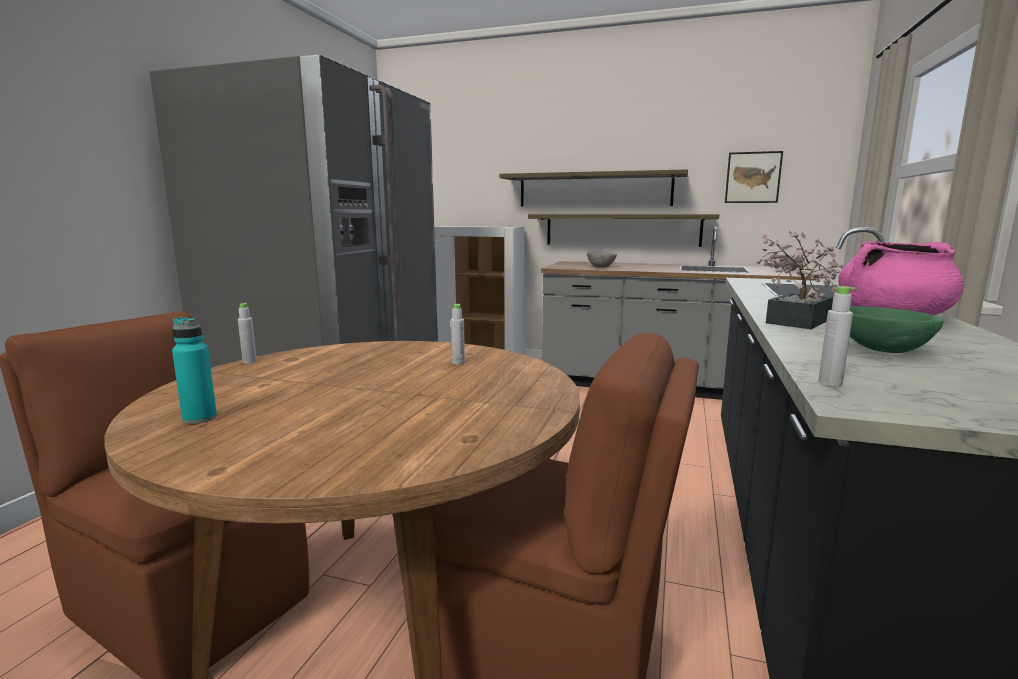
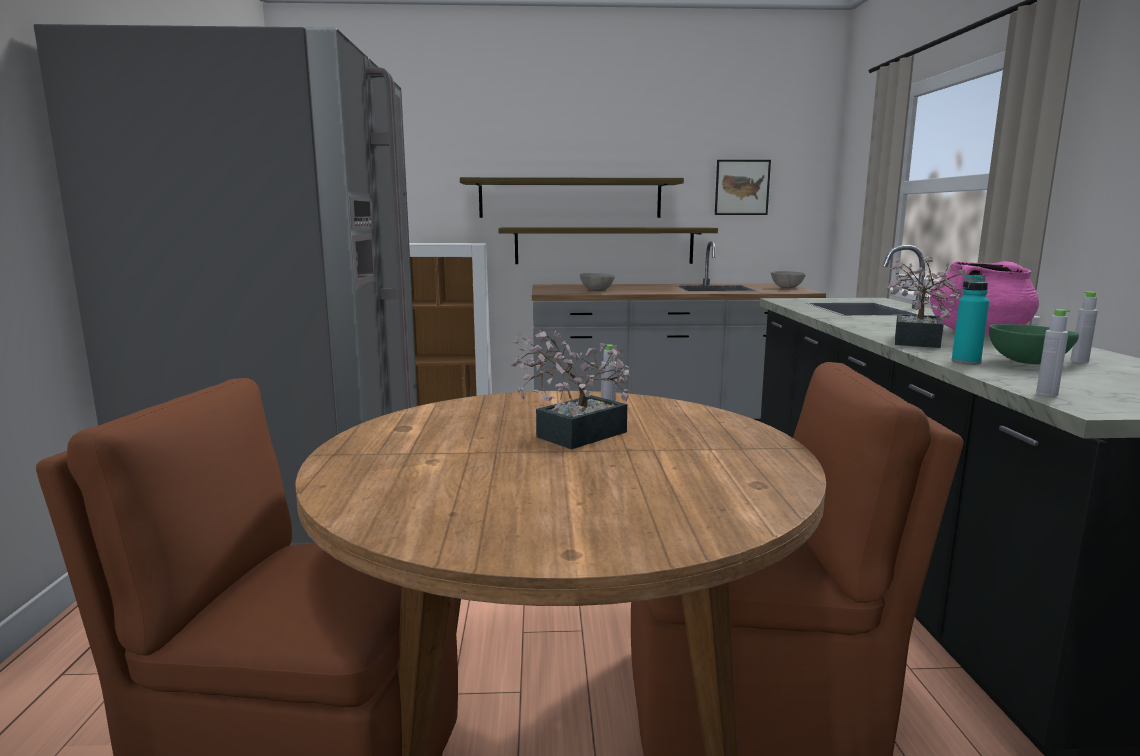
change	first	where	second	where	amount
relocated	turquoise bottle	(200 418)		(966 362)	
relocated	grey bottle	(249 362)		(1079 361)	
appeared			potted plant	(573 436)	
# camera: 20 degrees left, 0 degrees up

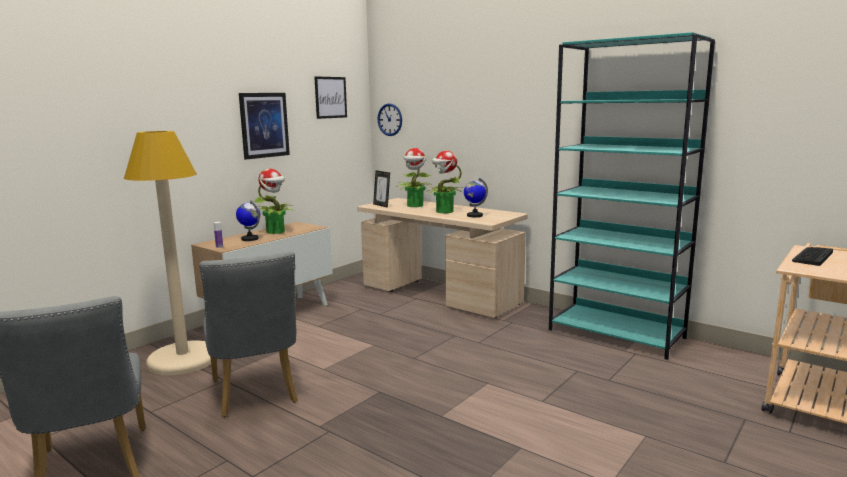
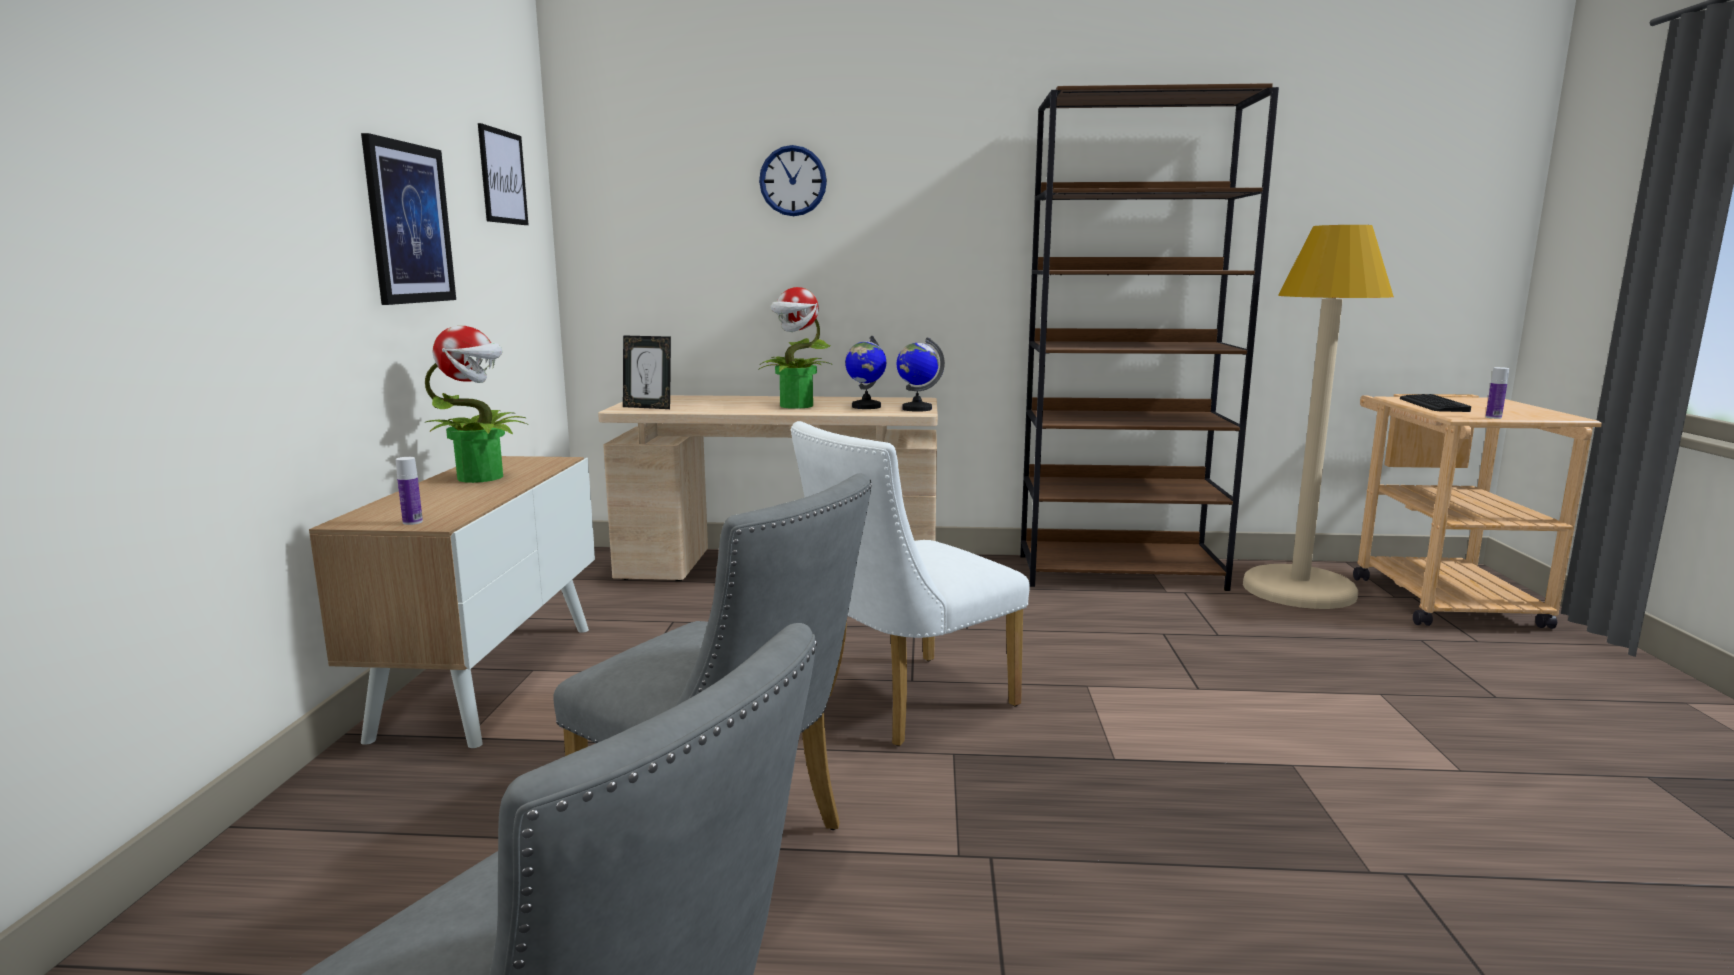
change	first	where	second	where	amount
relocated	beige floor lamp	(183 359)		(1298 590)	
relocated	globe	(250 239)		(916 409)	
relocated	wall clock	(390 119)		(793 181)	
missing	potted plant	(415 205)			
colour	turquoise bookcase	(617 334)	brown bookcase	(1120 572)	
appeared			white chair	(904 704)	
appeared			bottle	(1493 417)	
# camera: 35 degrees left, 0 degrees up

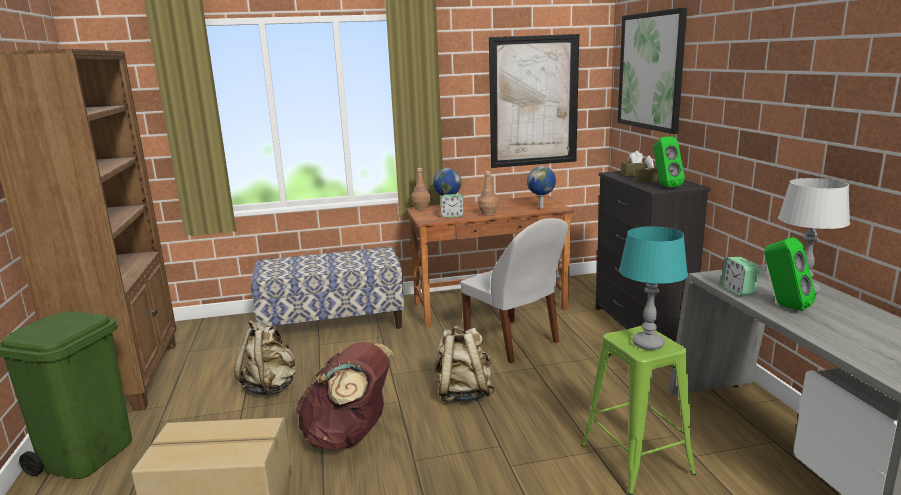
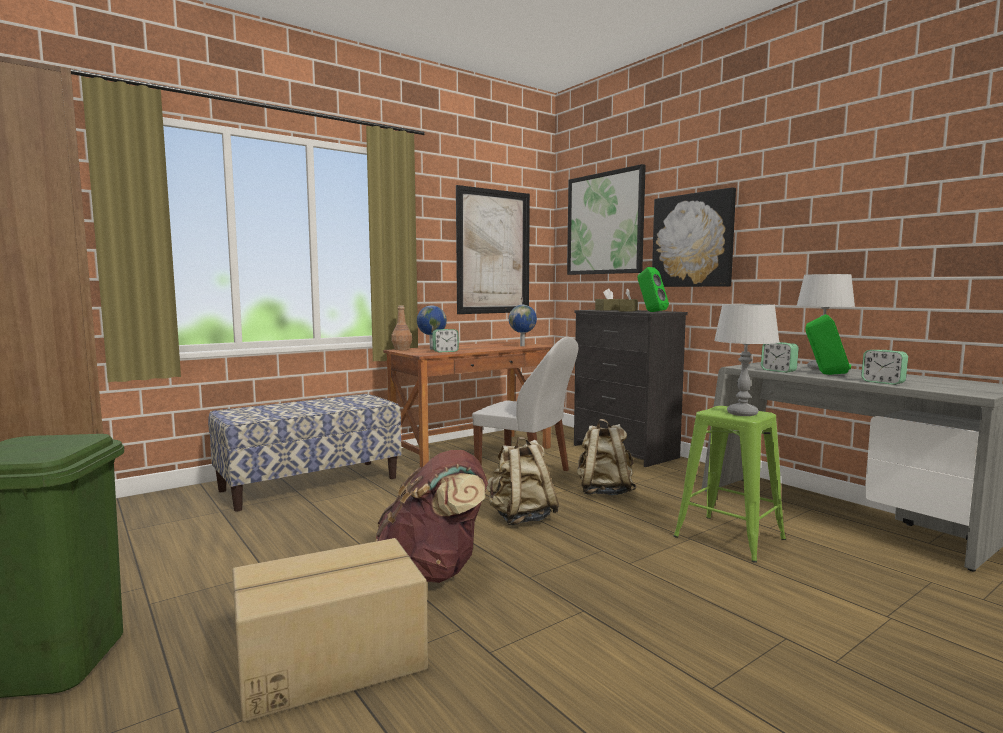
change	first	where	second	where	amount
relocated	beige backpack	(271 387)		(604 492)	
missing	brown bottle	(488 214)			
colour	turquoise table lamp	(648 344)	grey table lamp	(742 413)	
appeared			picture	(693 240)	
appeared			alarm clock	(883 382)	
# camera: 25 degrees left, 10 degrees down

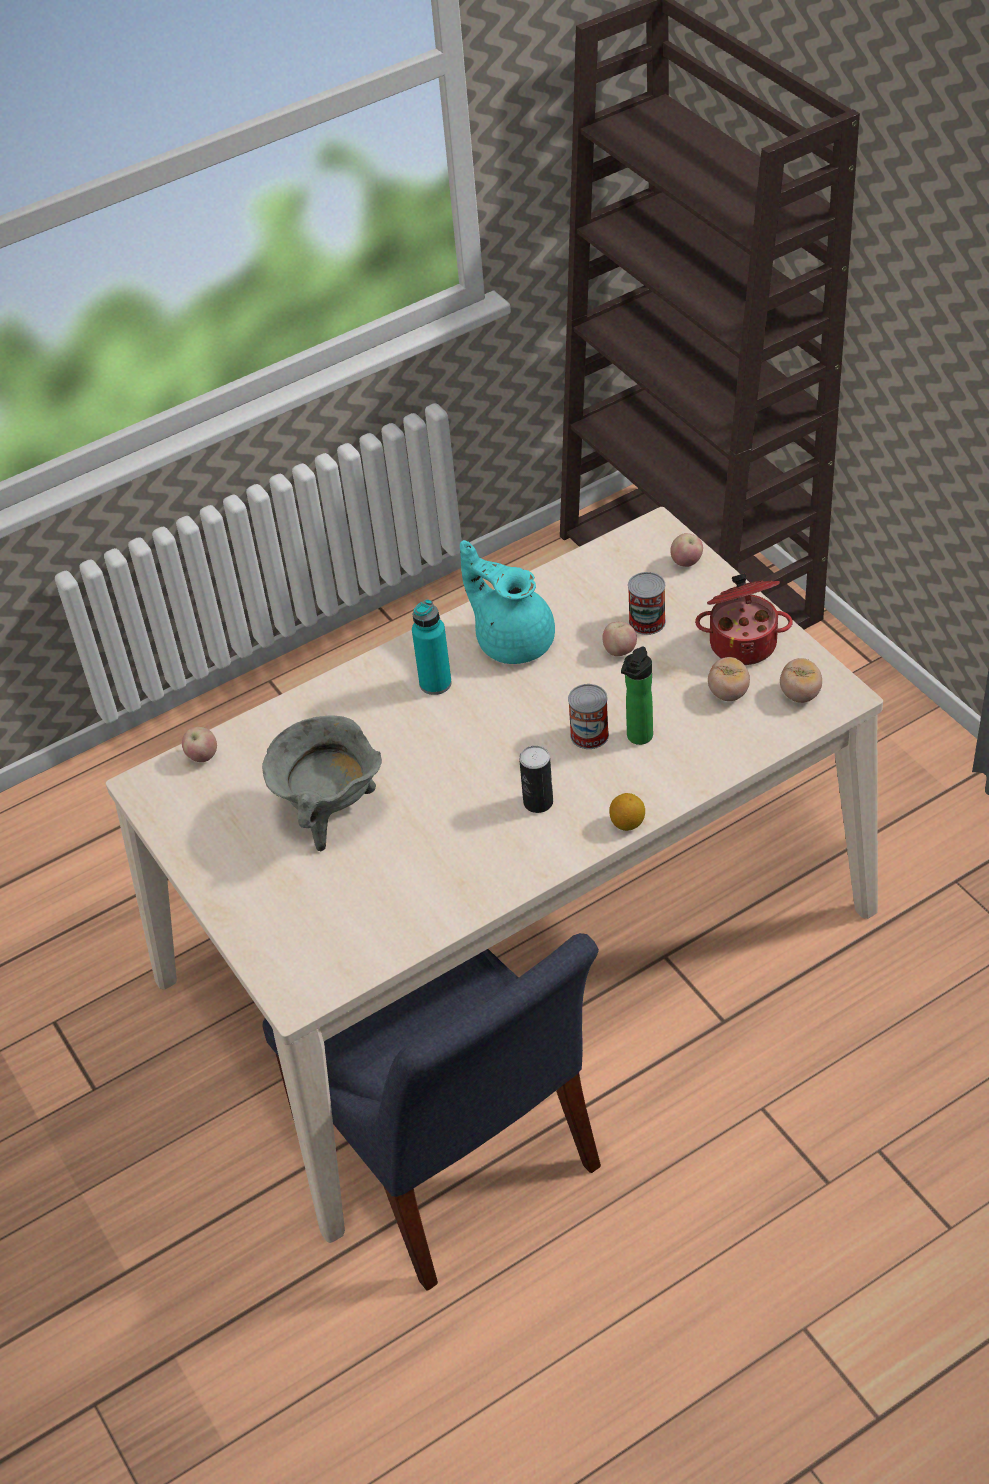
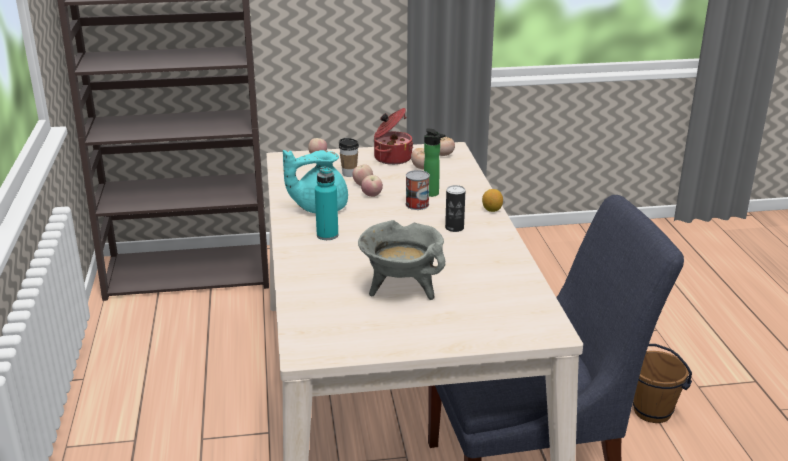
change	first	where	second	where	amount
relocated	apple	(202 757)		(372 196)	
exchanged	can	(647 622)	cup	(349 174)	
appeared			brown bucket	(652 411)	
# camera: 70 degrees left, 20 degrees down

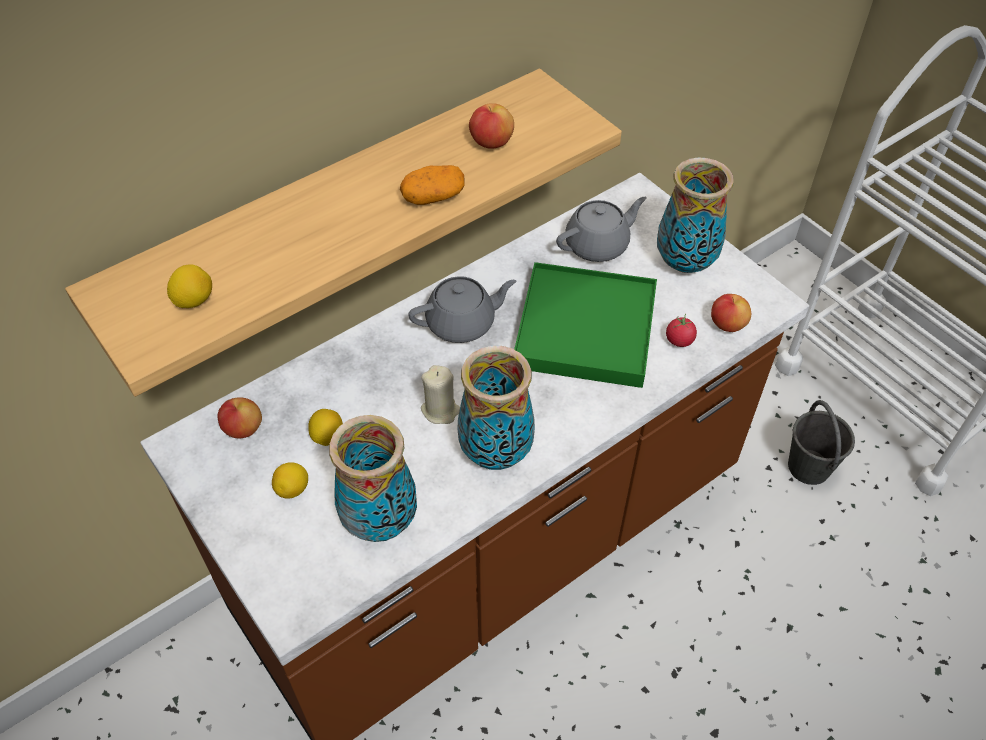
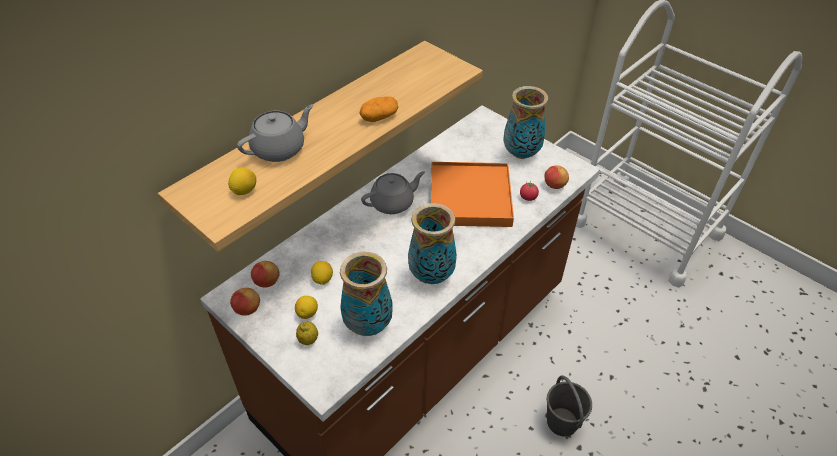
change	first	where	second	where	amount
missing	beige candle	(441 410)			
relocated	apple	(491 143)		(247 309)	
colour	green tray	(585 329)	orange tray	(469 197)	
relocated	grey teapot	(598 245)		(279 149)	
relocated	grey bucket	(809 467)		(562 422)	
appeared			lemon	(308 340)	
# camera: 10 degrees left, 5 degrees down

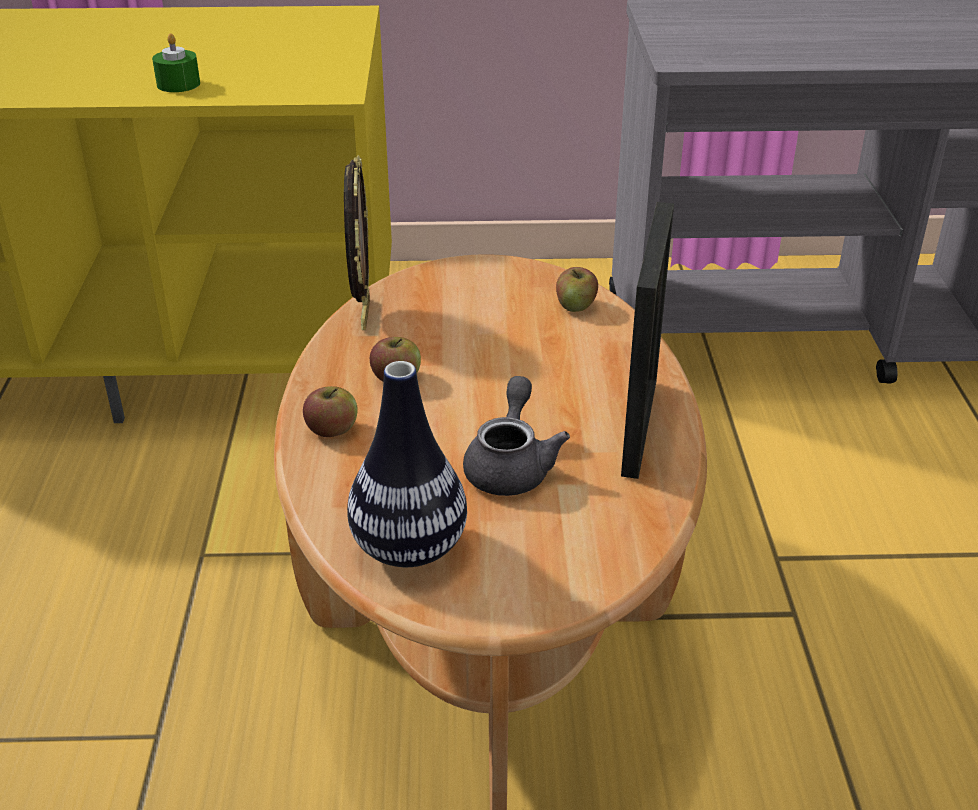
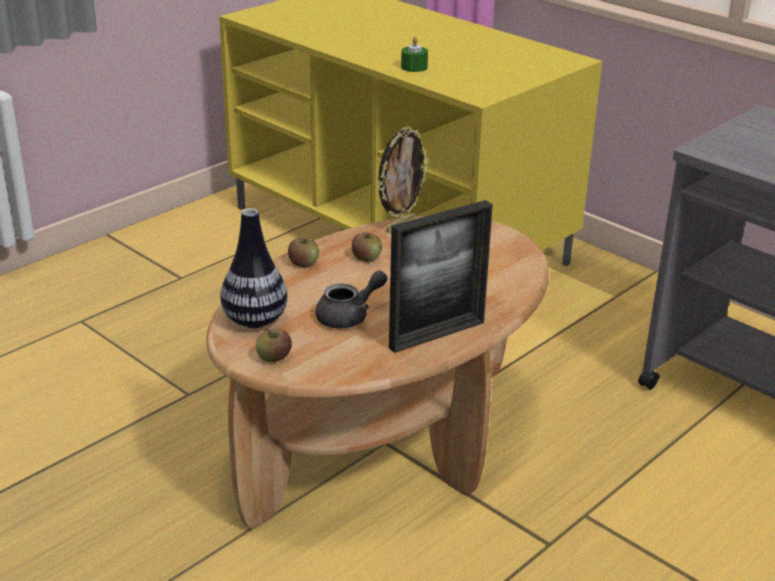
change	first	where	second	where	amount
relocated	apple	(576 305)		(274 358)	
# camera: 45 degrees right, 5 degrees down

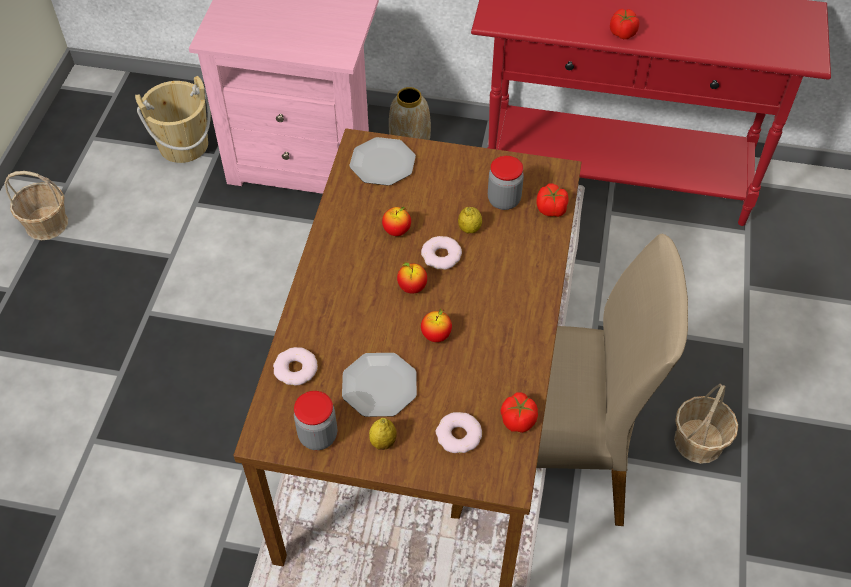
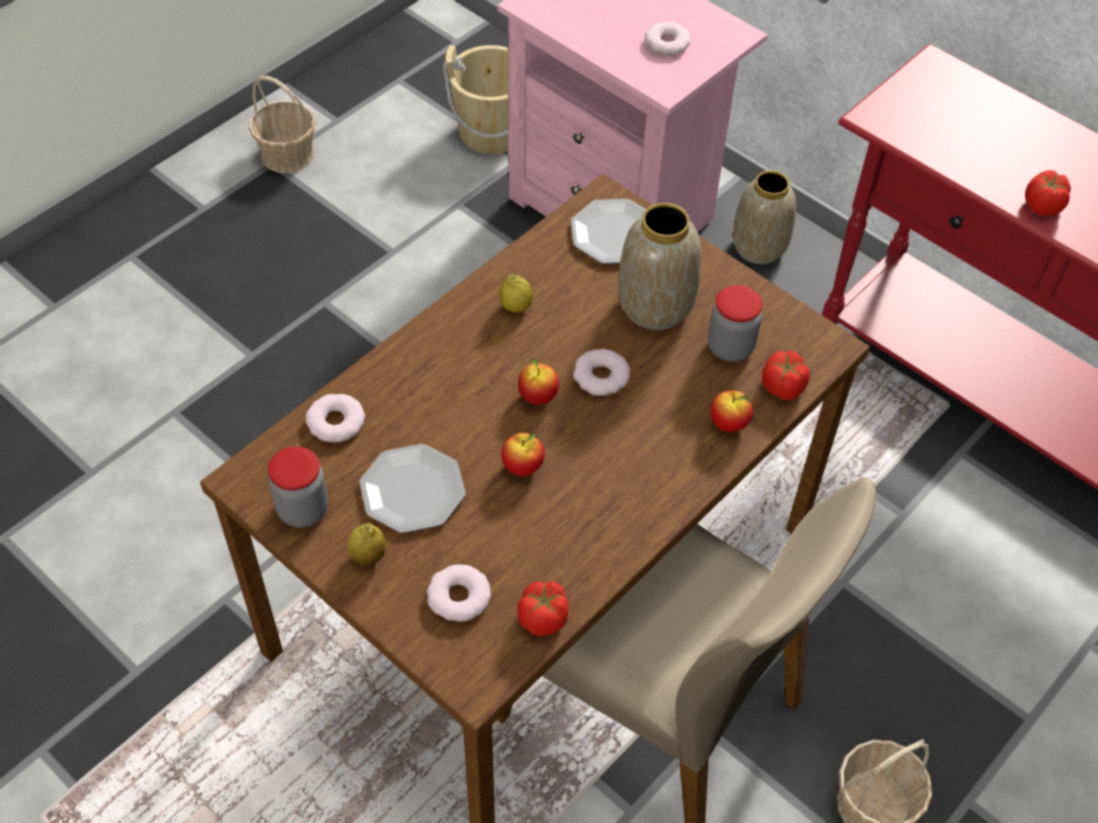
change	first	where	second	where	amount
relocated	apple	(397 231)		(729 424)	
relocated	lemon	(469 229)		(516 307)	
appeared			vase	(656 306)	
appeared			donut	(667 43)	
# camera: 30 degrees right, 0 degrees up

